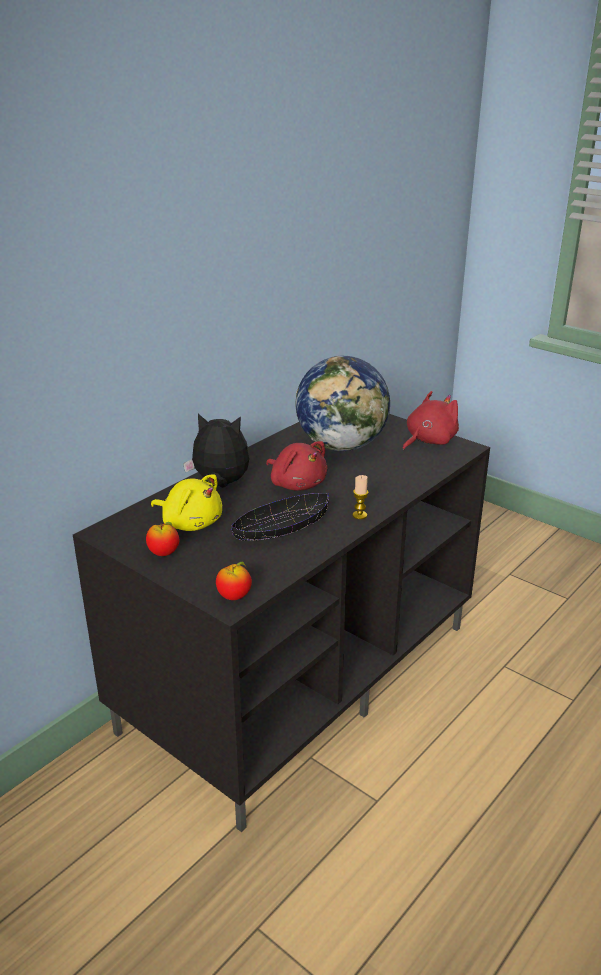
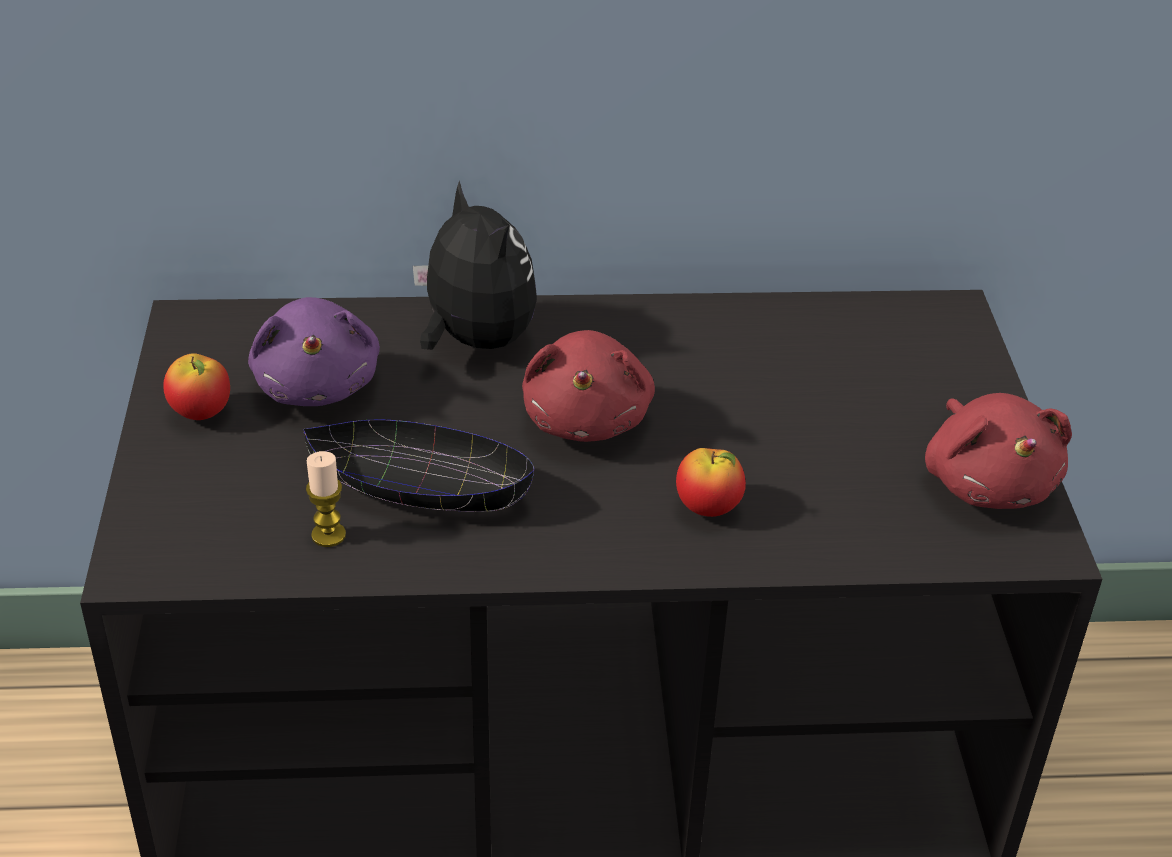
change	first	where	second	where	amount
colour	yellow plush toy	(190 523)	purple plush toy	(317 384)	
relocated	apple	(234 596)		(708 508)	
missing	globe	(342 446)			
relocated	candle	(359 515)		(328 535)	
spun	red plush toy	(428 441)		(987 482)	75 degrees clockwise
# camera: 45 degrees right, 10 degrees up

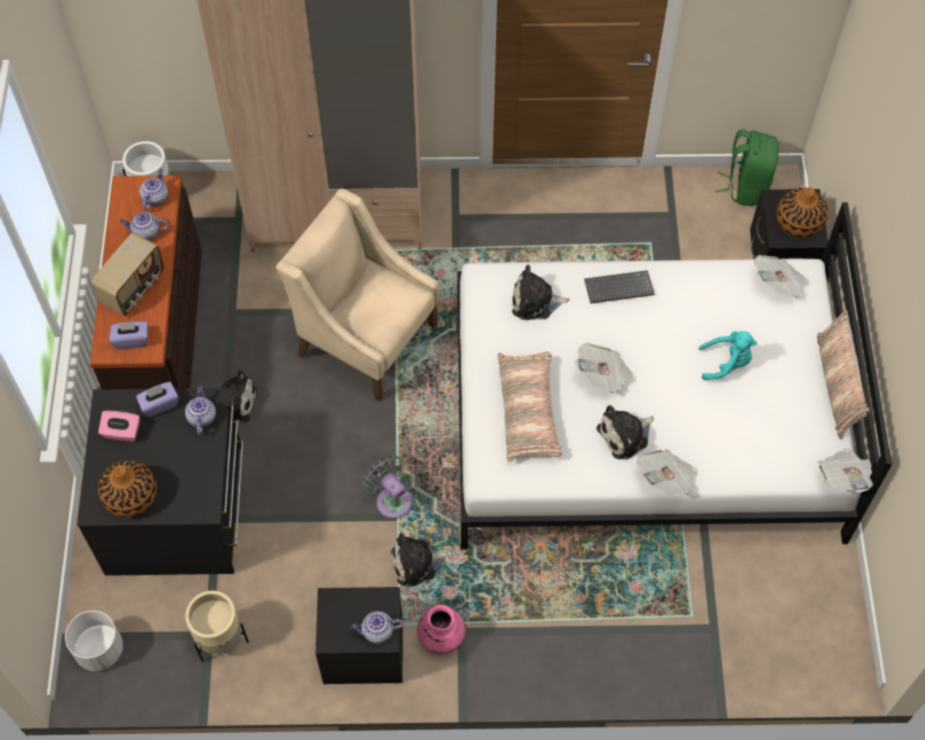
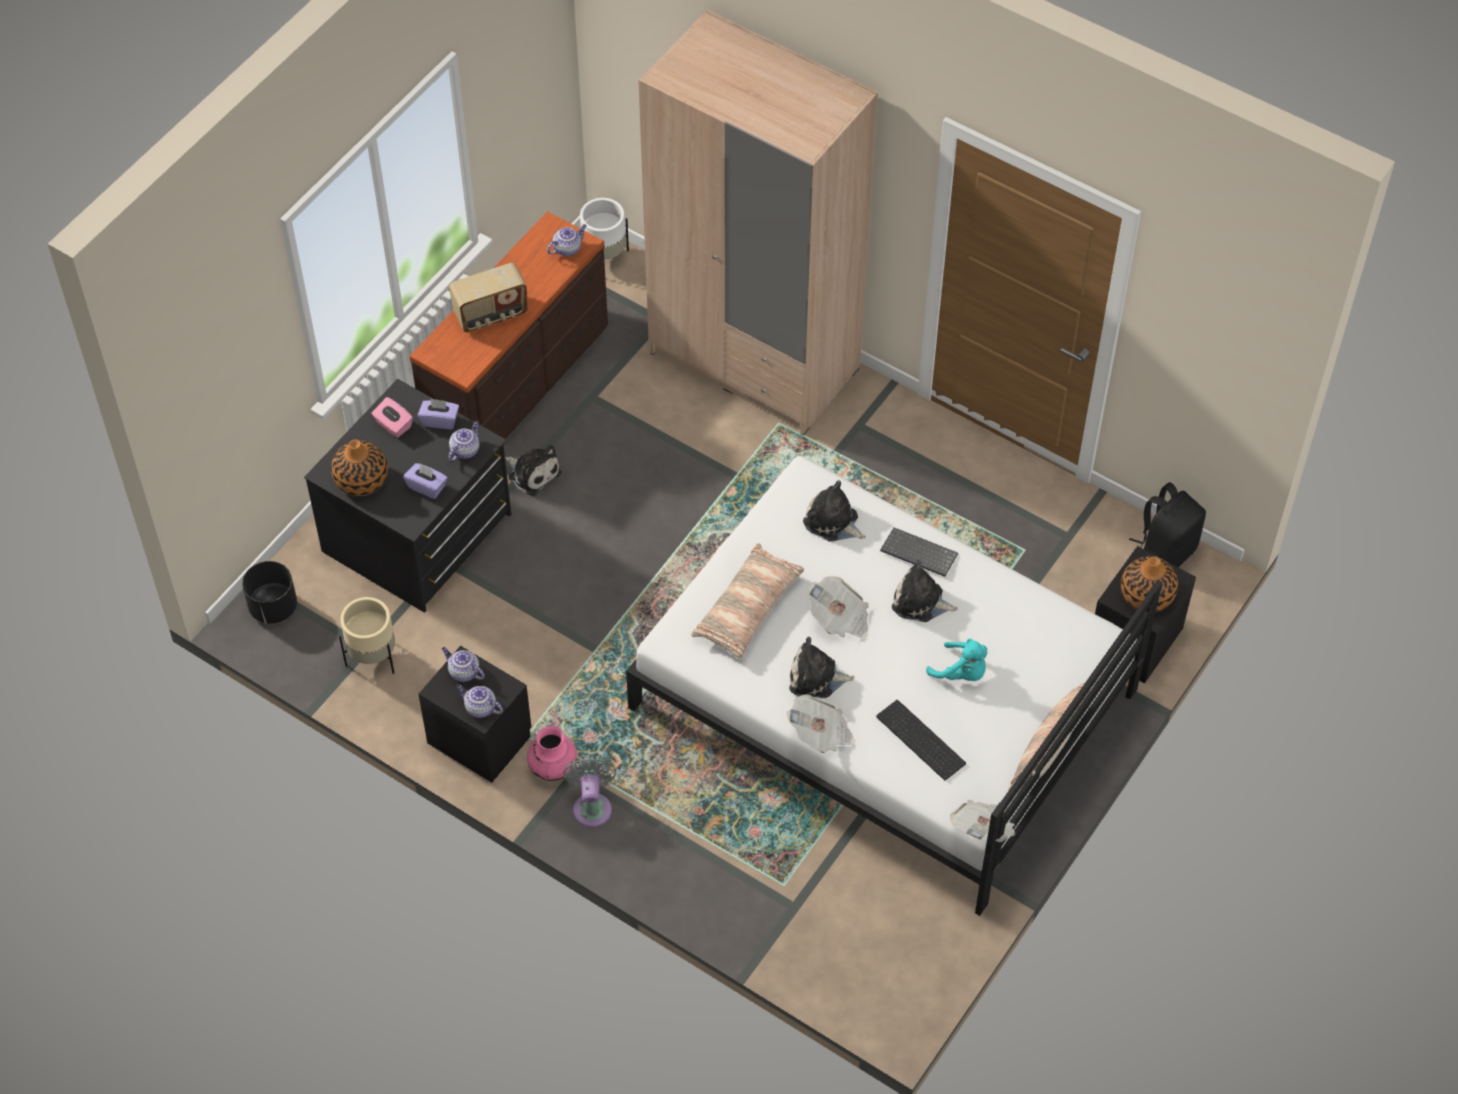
change	first	where	second	where	amount
colour	white planter	(99 650)	black planter	(273 607)	
relocated	purple tissue box	(131 340)		(427 487)	
relocated	teapot	(146 233)		(463 672)	
missing	beige armchair	(366 338)			
relocated	grey fan	(391 499)		(592 806)	
relocated	plush toy	(416 563)		(920 602)	
colour	green backpack	(745 186)	black backpack	(1165 551)	
missing	newspaper	(779 284)			
appeared			keyboard	(918 740)	
# camera: 35 degrees right, 5 degrees down

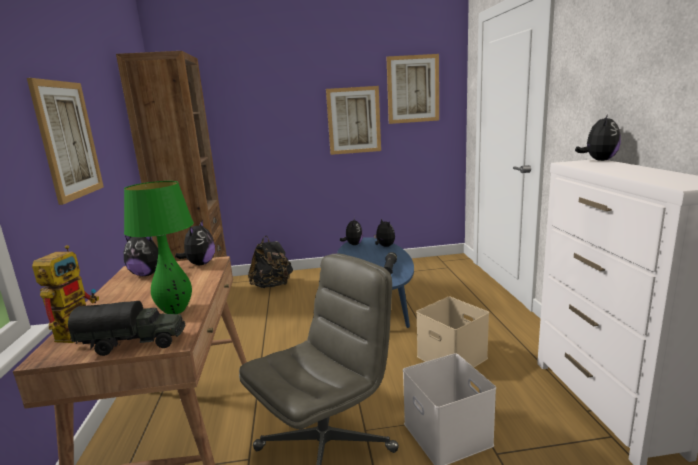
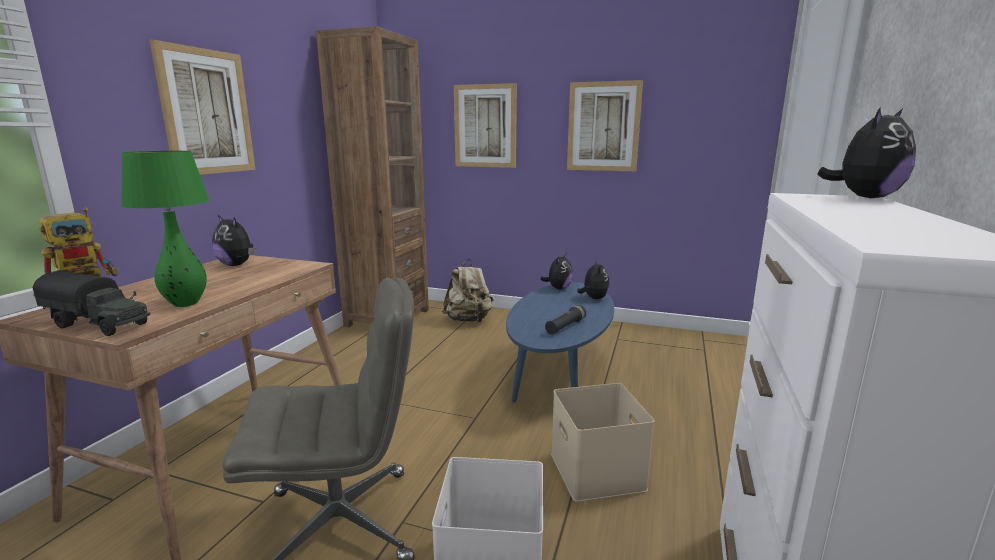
change	first	where	second	where	amount
missing	plush toy	(200 264)			
colour	black backpack	(272 286)	beige backpack	(468 320)	
relocated	picture	(413 89)		(485 126)	
# camera: 25 degrees right, 0 degrees up

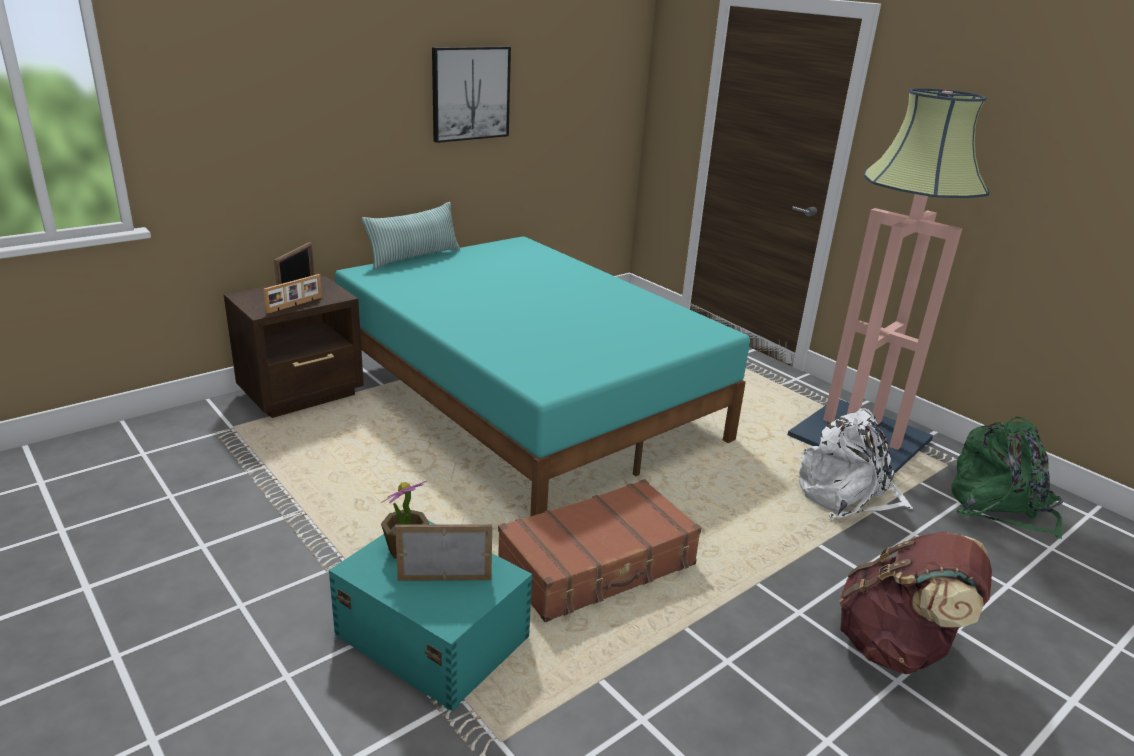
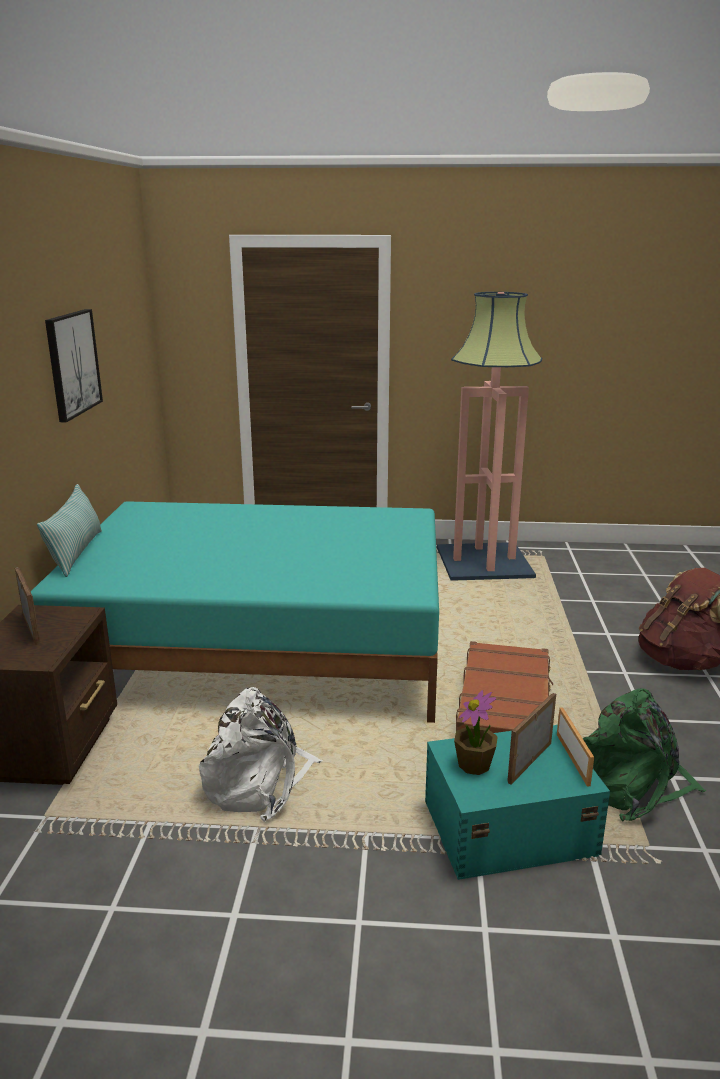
change	first	where	second	where	amount
relocated	picture frame	(295 305)		(574 759)	
relocated	white backpack	(847 495)		(259 783)	
relocated	green backpack	(999 507)		(631 785)	
# camera: 45 degrees left, 5 degrees down

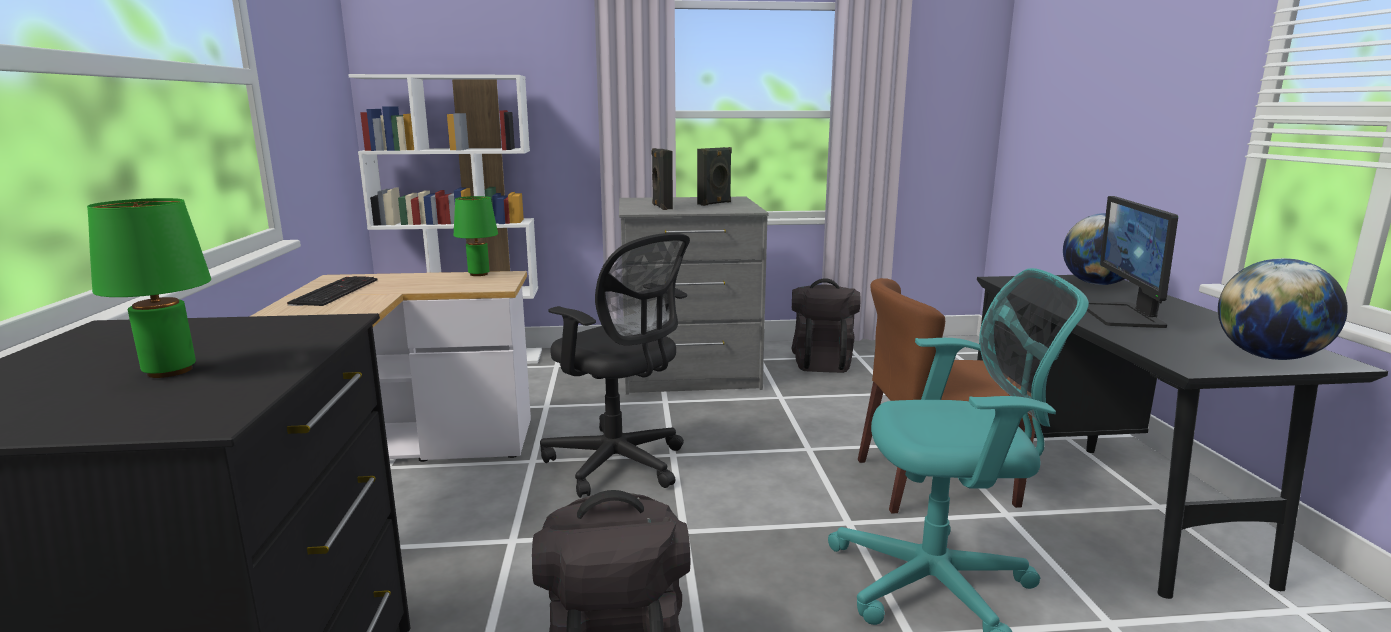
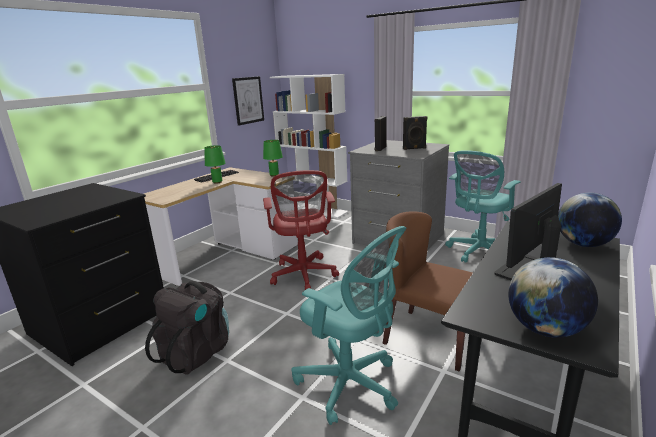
change	first	where	second	where	amount
relocated	green table lamp	(170 370)		(217 182)	
colour	black office chair	(619 465)	red office chair	(304 276)	
exchanged	black backpack	(821 362)	turquoise office chair	(478 252)	
appeared			picture	(248 100)	
# camera: 40 degrees right, 5 degrees up

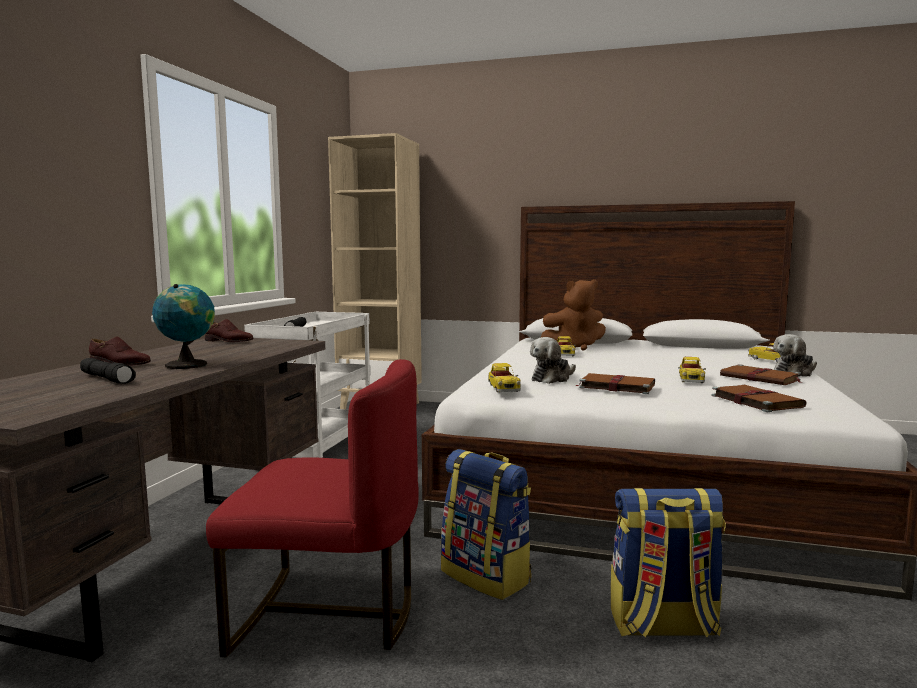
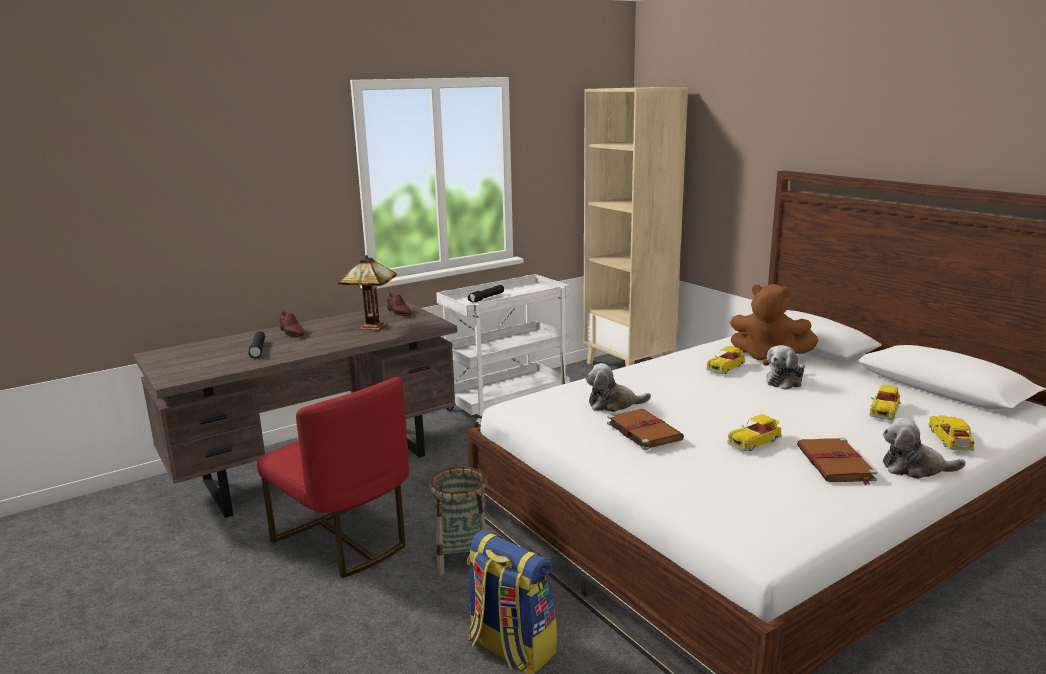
change	first	where	second	where	amount
missing	globe	(187 365)			
exchanged	backpack	(487 576)	basket	(462 558)	
relocated	toy car	(503 388)		(884 410)	
missing	brown book	(755 401)			
appeared			table lamp	(370 327)	
appeared			plush toy	(785 381)	
# camera: 40 degrees right, 10 degrees up

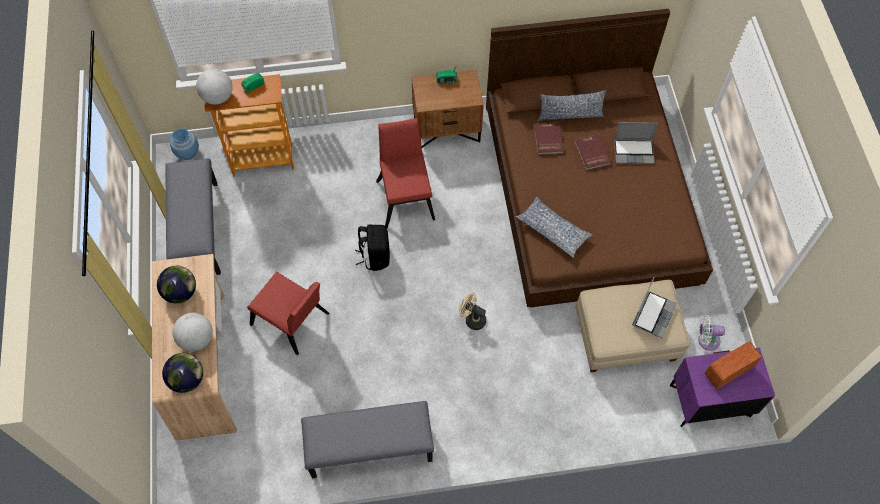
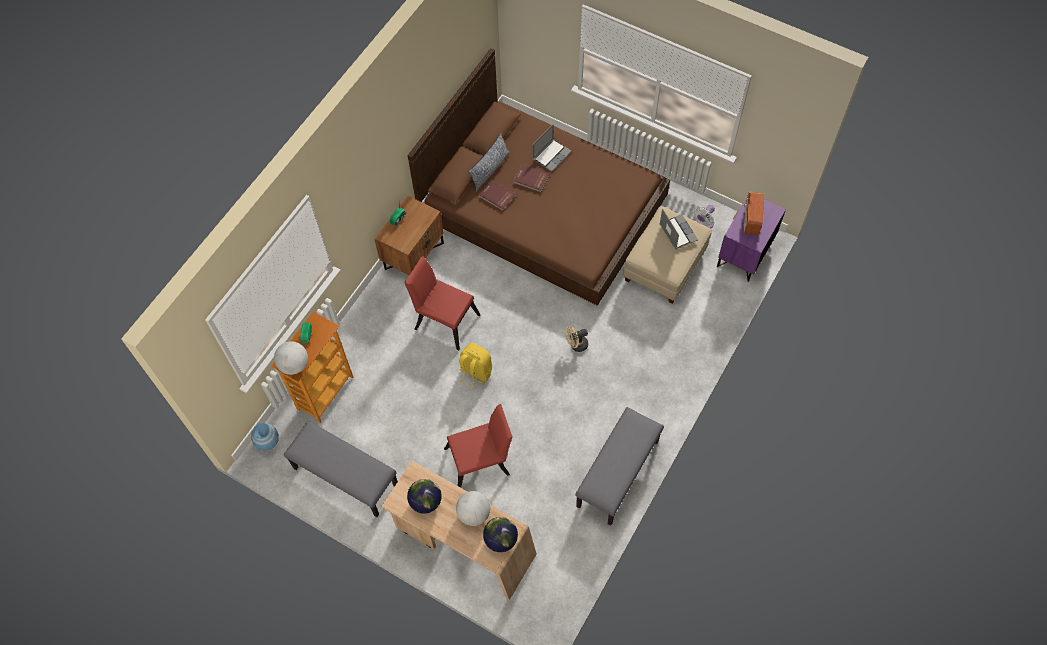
change	first	where	second	where	amount
colour	black backpack	(375 256)	yellow backpack	(475 372)	
missing	pillow	(553 230)			
# camera: 50 degrees left, 0 degrees up

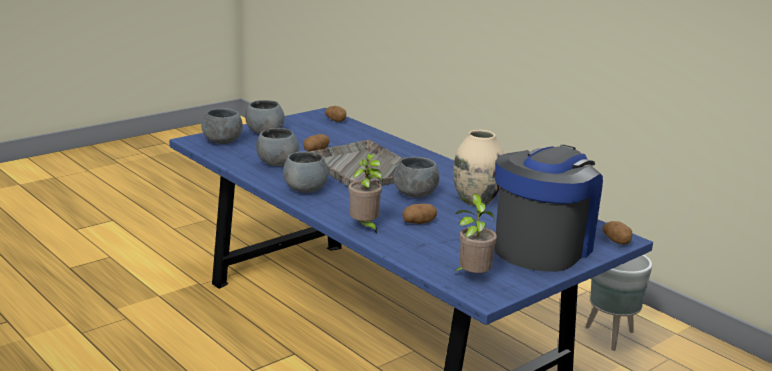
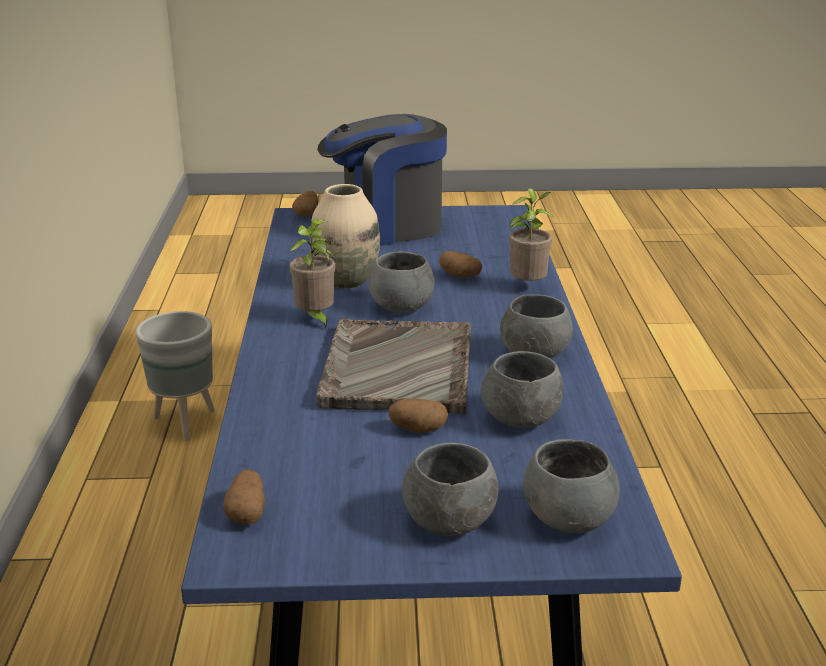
change	first	where	second	where	amount
relocated	potted plant	(472 277)		(315 319)	
# camera: 140 degrees left, 5 degrees up

